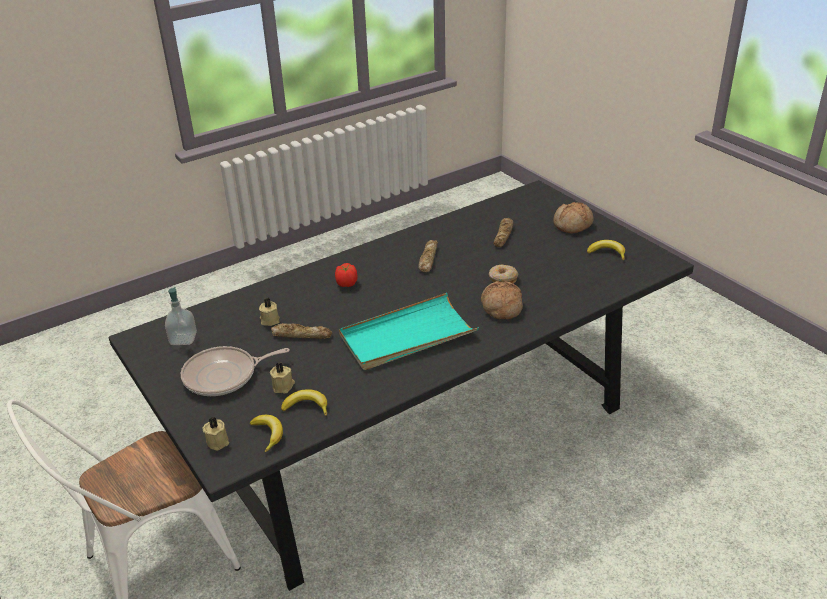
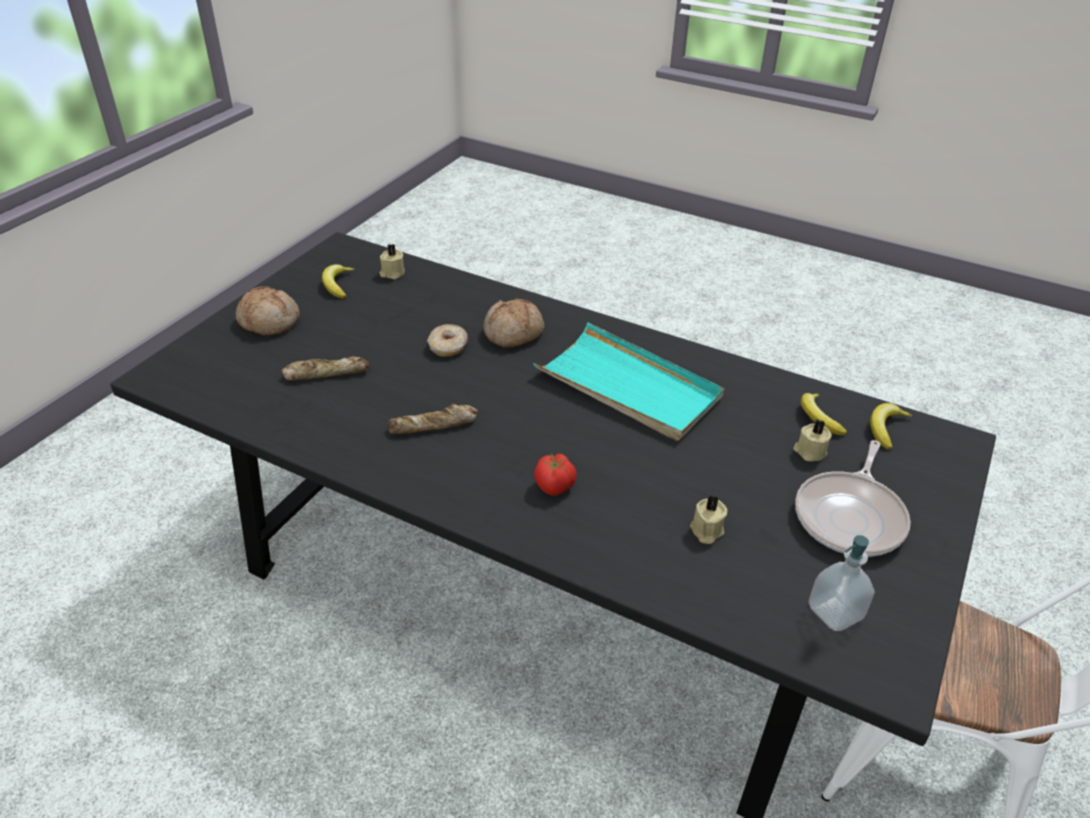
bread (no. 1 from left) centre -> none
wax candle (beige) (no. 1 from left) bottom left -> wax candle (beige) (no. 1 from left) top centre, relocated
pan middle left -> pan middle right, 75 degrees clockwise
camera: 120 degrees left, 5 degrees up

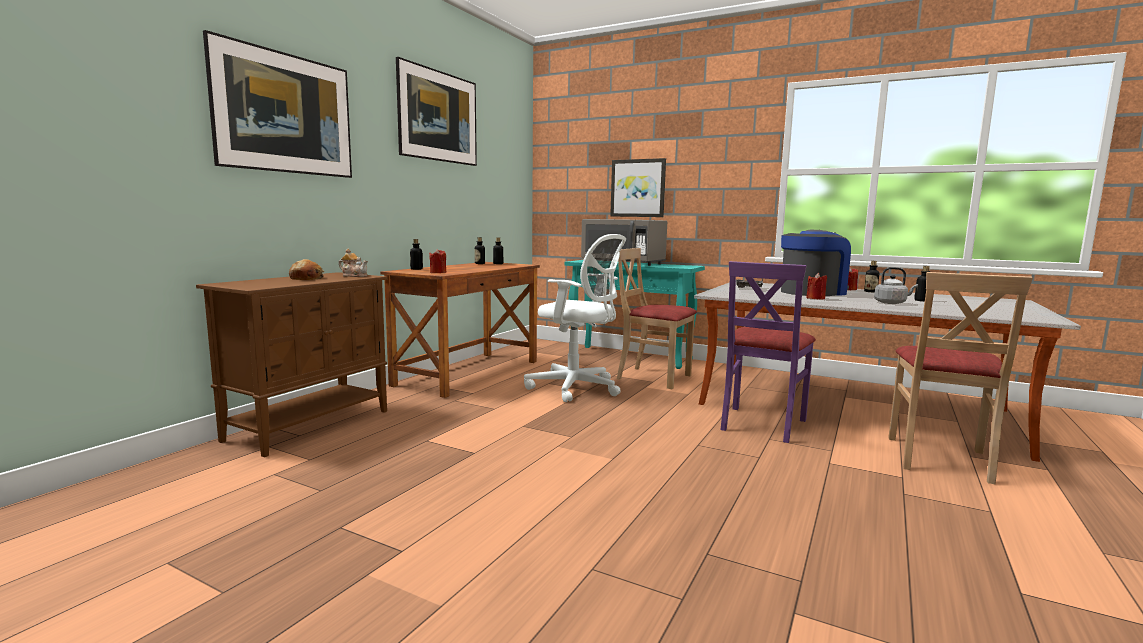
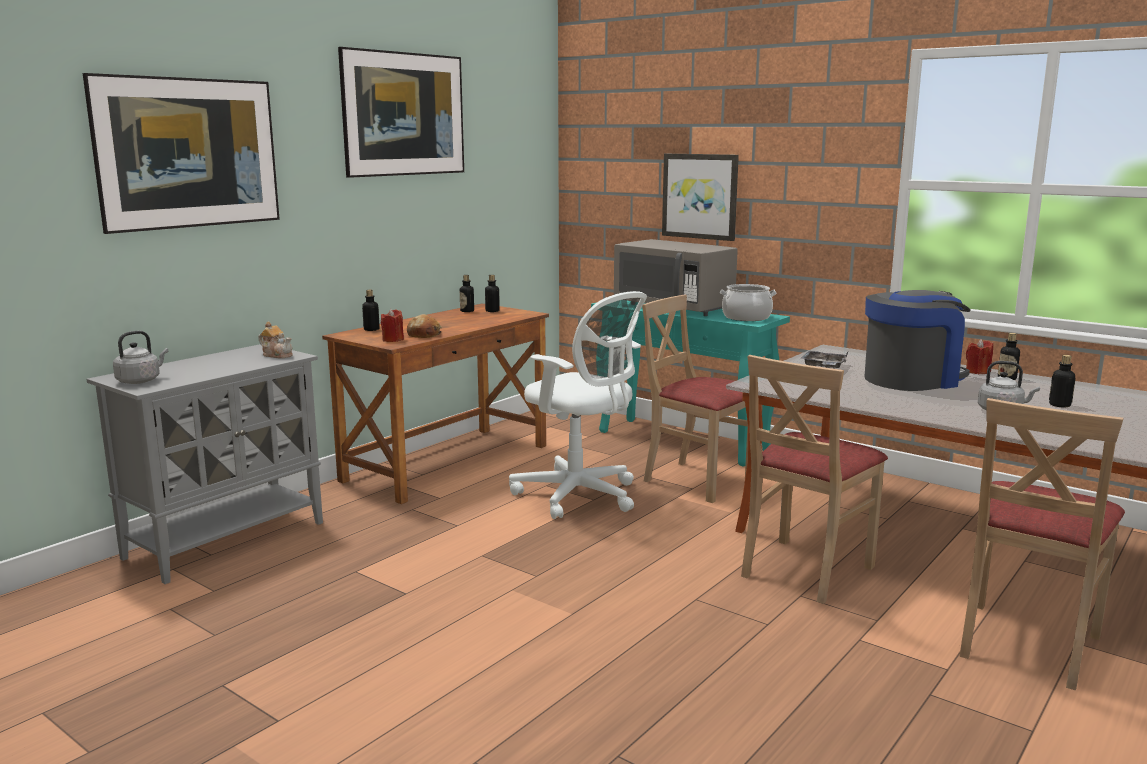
wax candle (reddish) (no. 2 from left) middle right -> none
none -> tea kettle (grey) (no. 1 from left) middle left
none -> stockpot centre
bread middle left -> bread centre, relocated
cupboard (brown-coloured) middle left -> cupboard (grey) middle left
chair (purple) middle right -> chair (beige) (no. 2 from left) middle right
camera: 10 degrees right, 5 degrees up

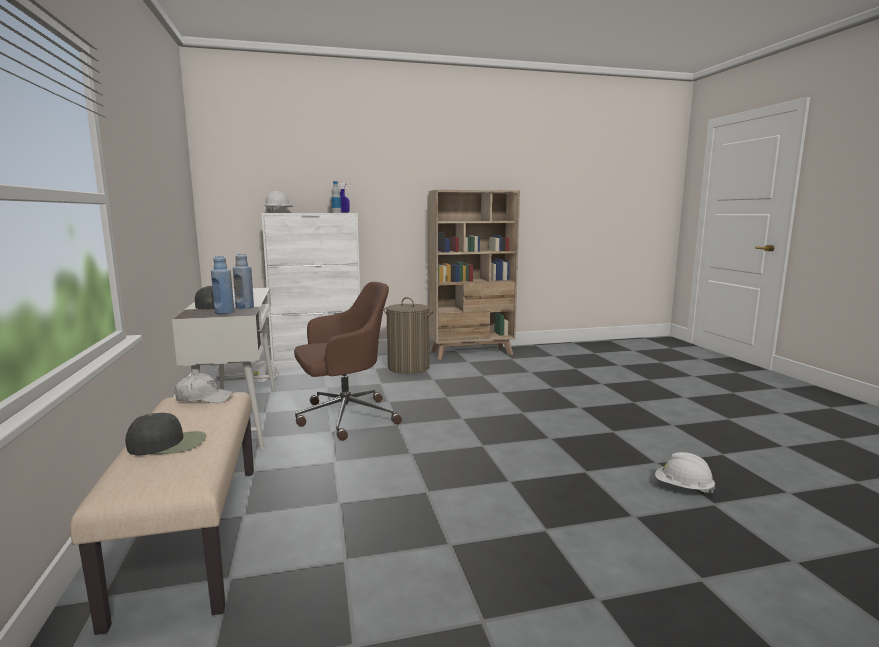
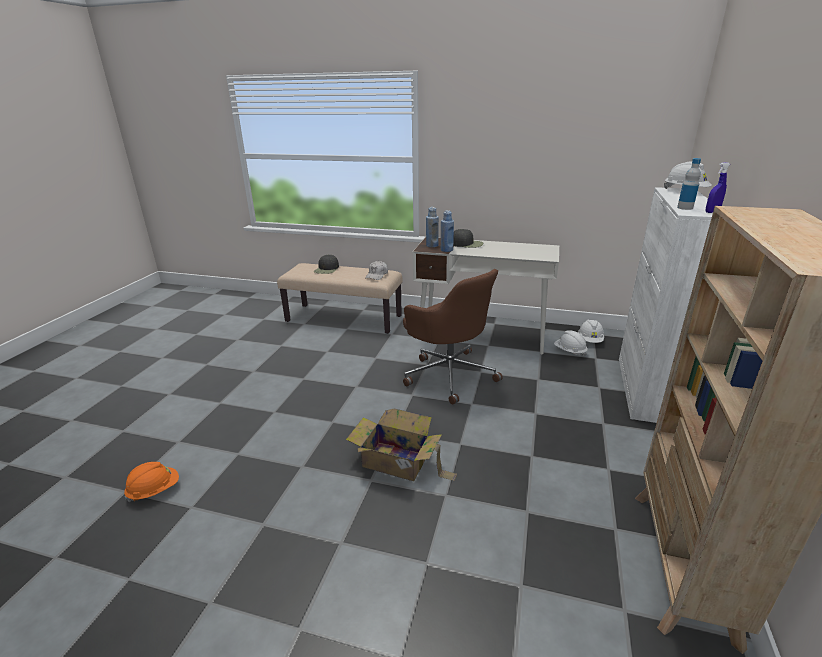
laundry basket centre -> none
none -> carton bottom centre
hard hat (white) (no. 4 from left) bottom right -> hard hat (orange) bottom left
computer chair (brown-coloured) centre, 45 degrees counterclockwise
camera: 120 degrees right, 15 degrees up

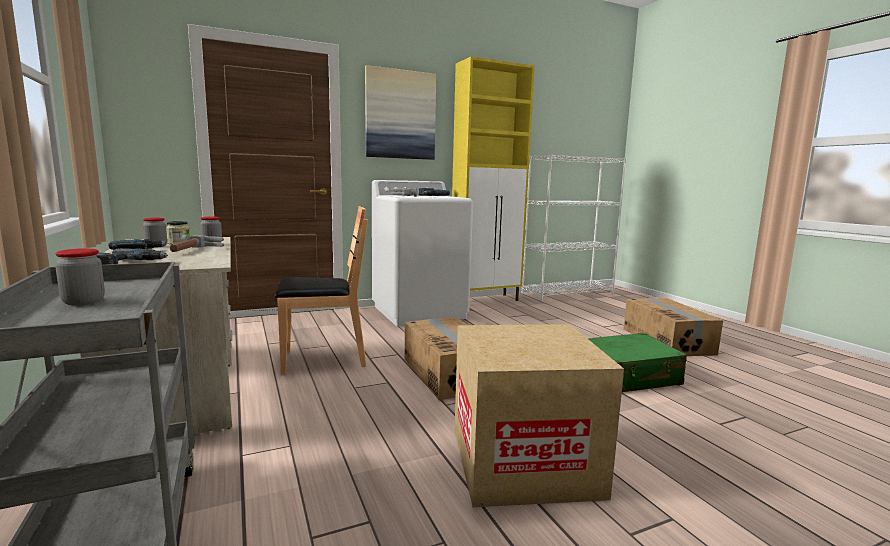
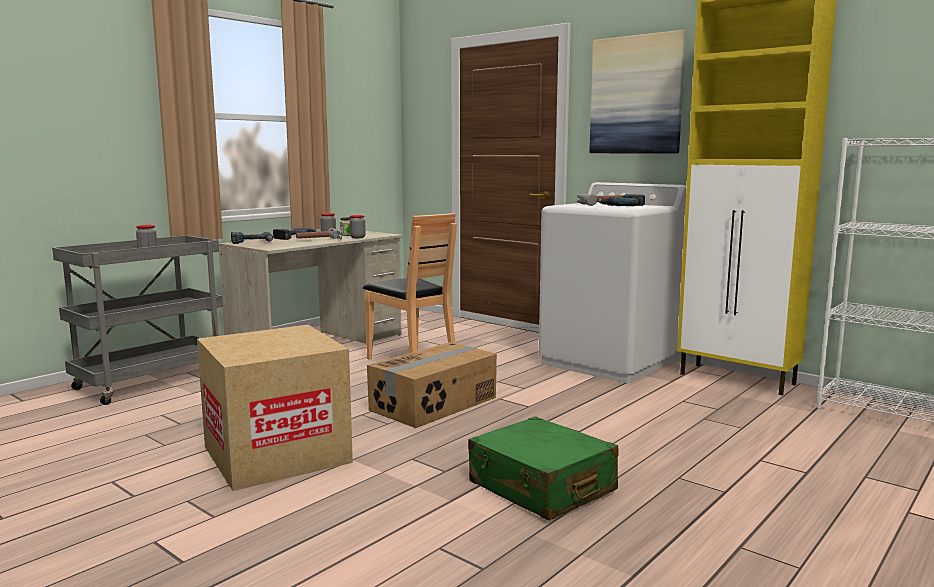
carton (no. 3 from left) middle right -> none
camera: 65 degrees right, 0 degrees up

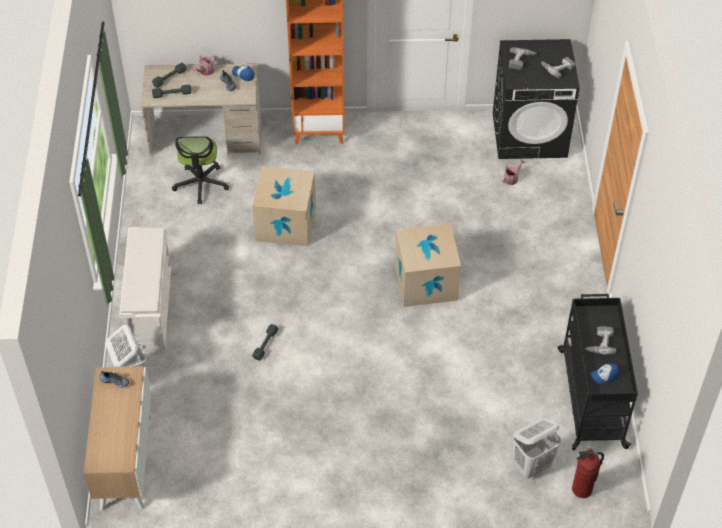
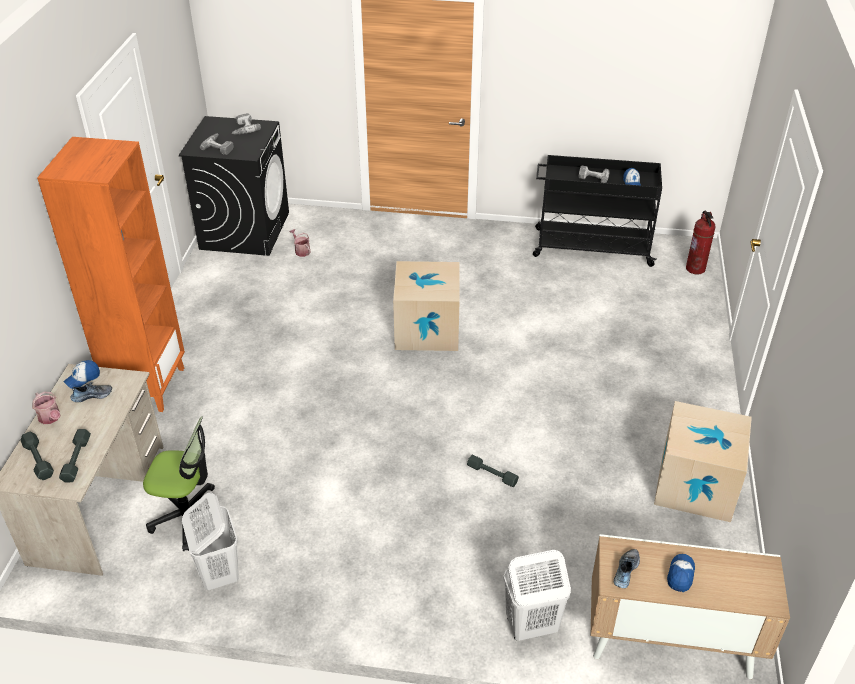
shoe stand (white) middle left -> none
none -> cap (no. 3 from left) bottom right
carton (no. 1 from left in the first image) centre -> carton (no. 2 from left) bottom right, relocated
laundry basket (white) (no. 2 from left in the first image) bottom right -> laundry basket (white) (no. 1 from left) bottom left, relocated
camera: 80 degrees left, 10 degrees down

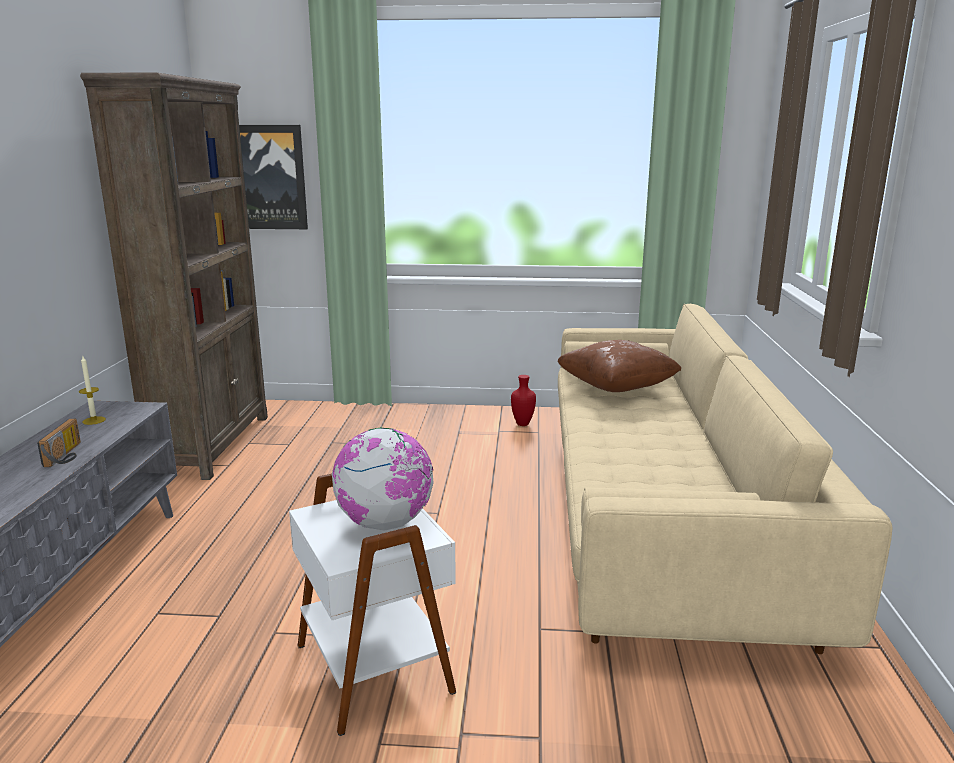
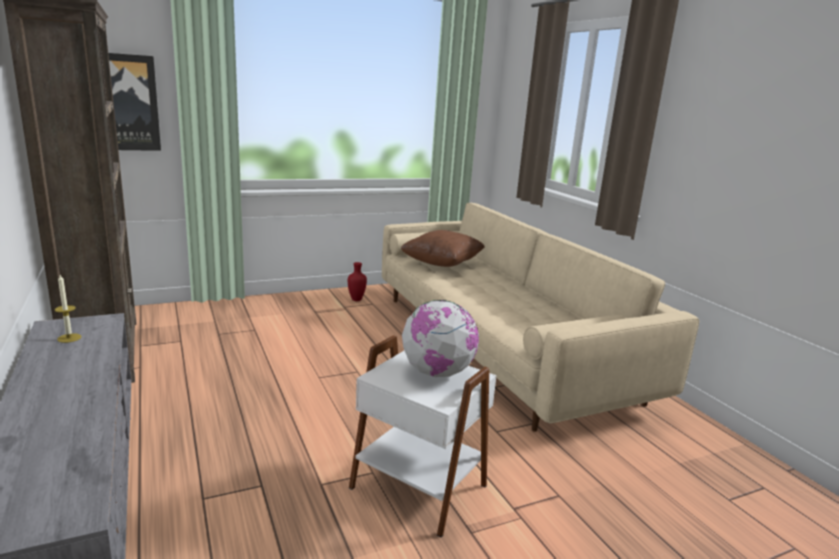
radio middle left -> none
camera: 30 degrees left, 0 degrees up

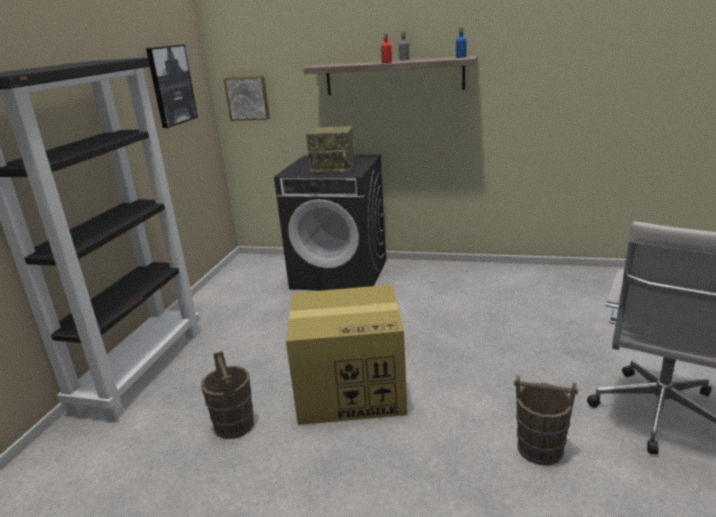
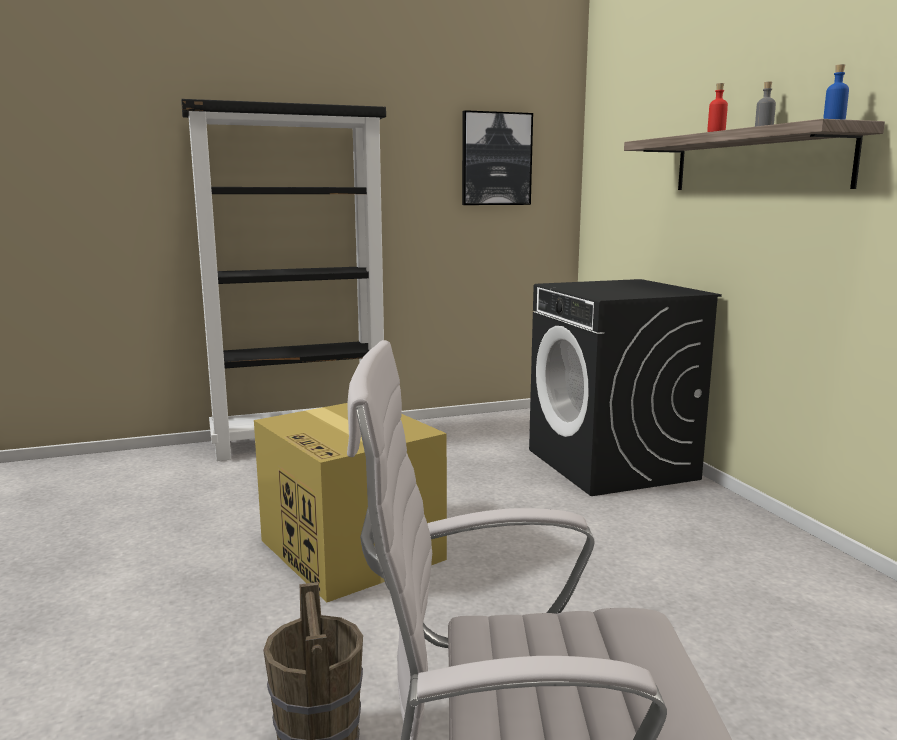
water bucket (brown-coloured) (no. 1 from left) bottom left -> none
wall picture (no. 2 from left) top centre -> none
radio top centre -> none
camera: 55 degrees right, 10 degrees down

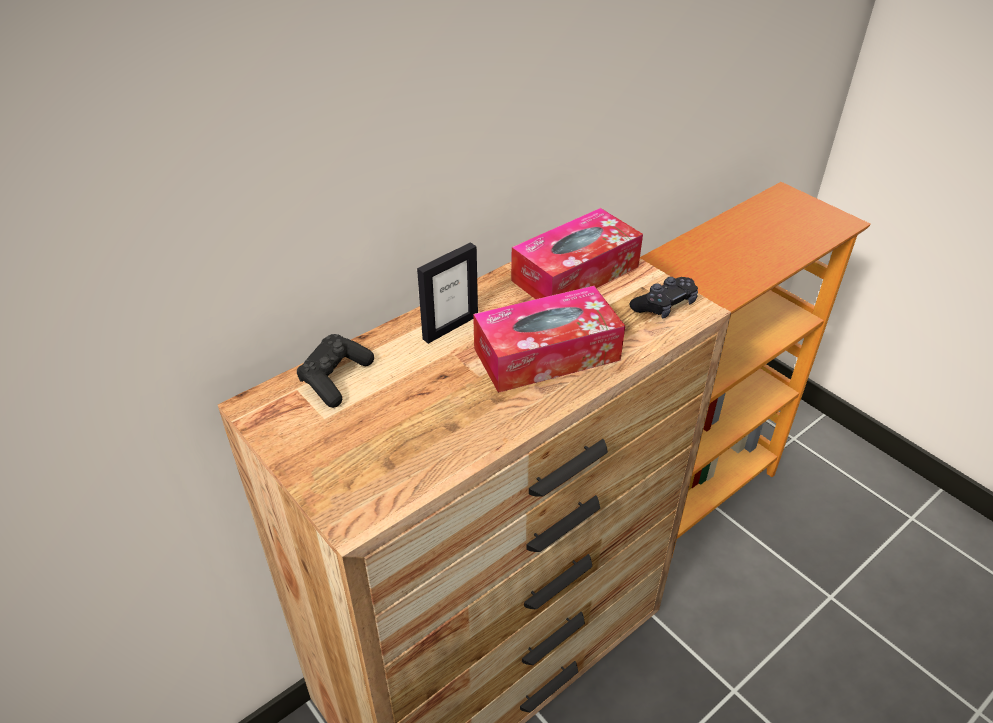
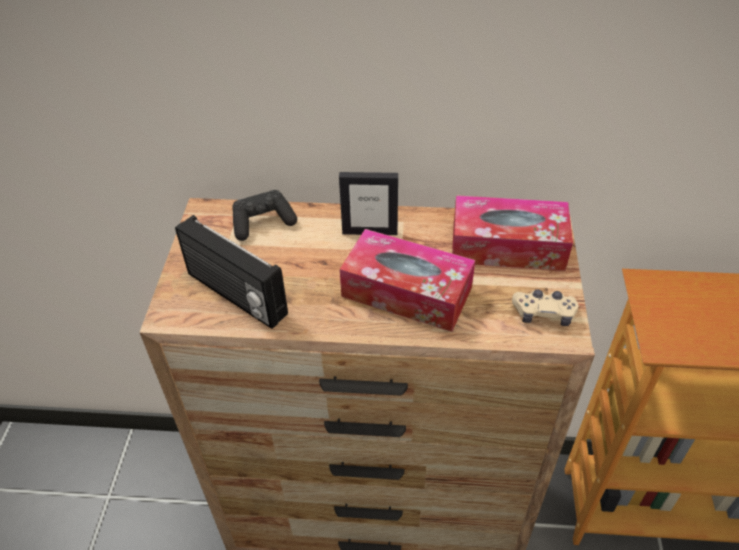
none -> radio middle left
joypad (black-coloured) (no. 2 from left) middle right -> joypad (beige) middle right
camera: 45 degrees right, 5 degrees up

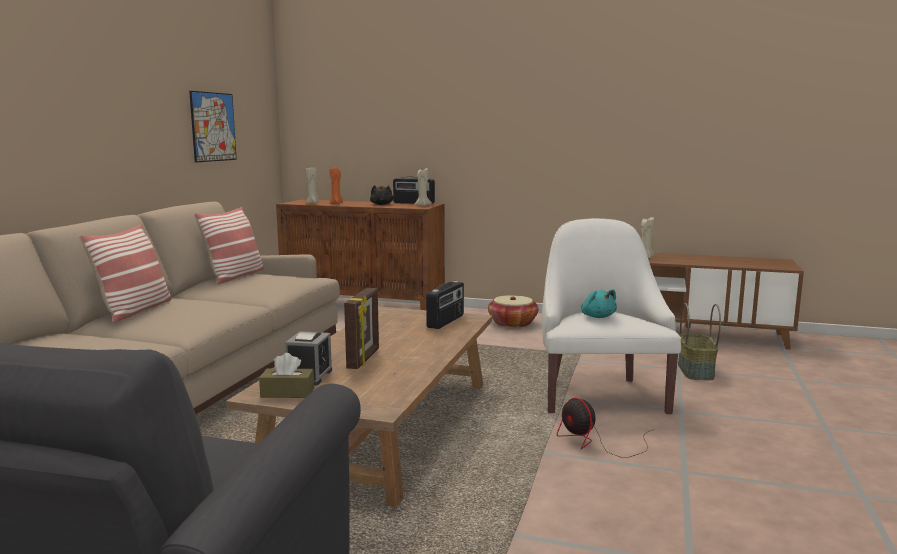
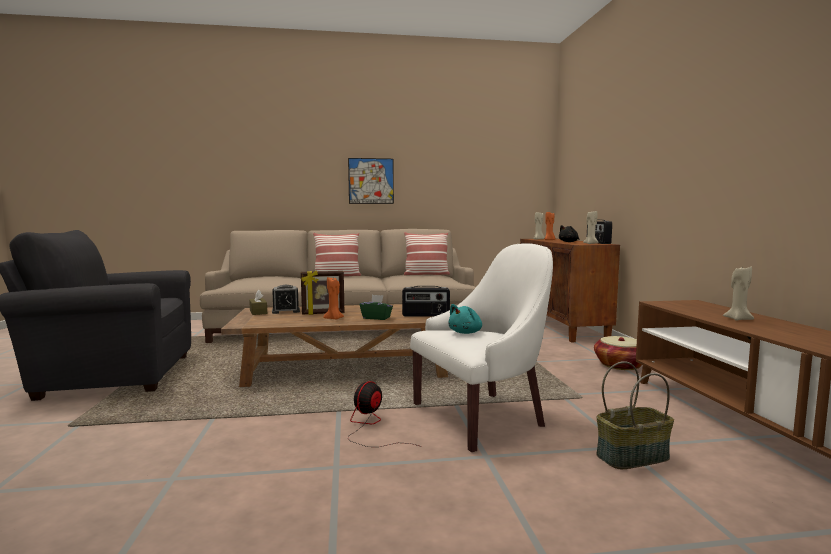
none -> wax candle (orange) (no. 1 from left) centre
none -> box of tissues (green) centre
wall picture top left -> wall picture top centre, relocated
camera: 65 degrees right, 5 degrees down

